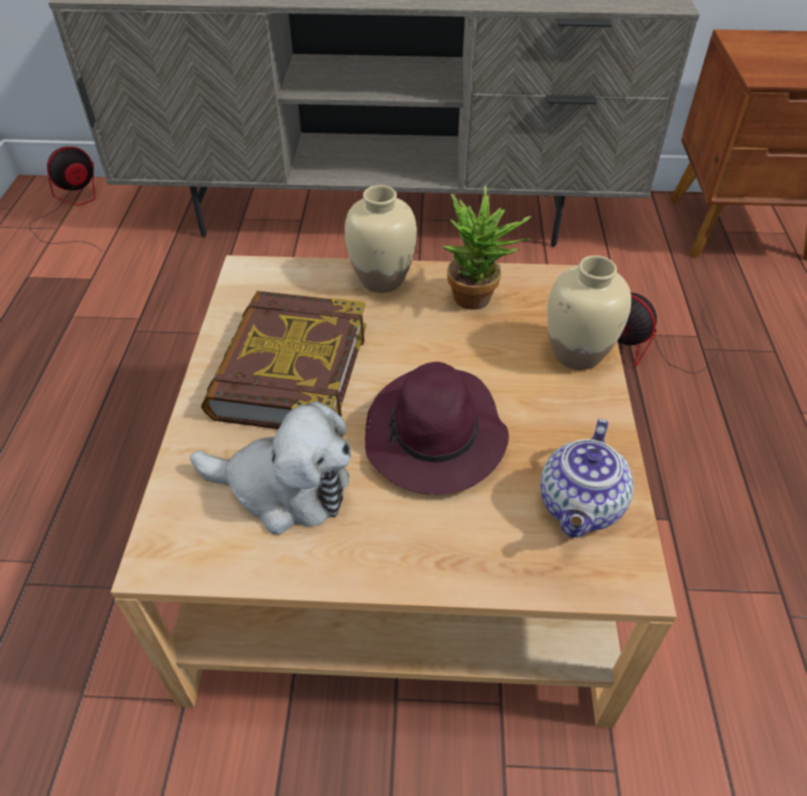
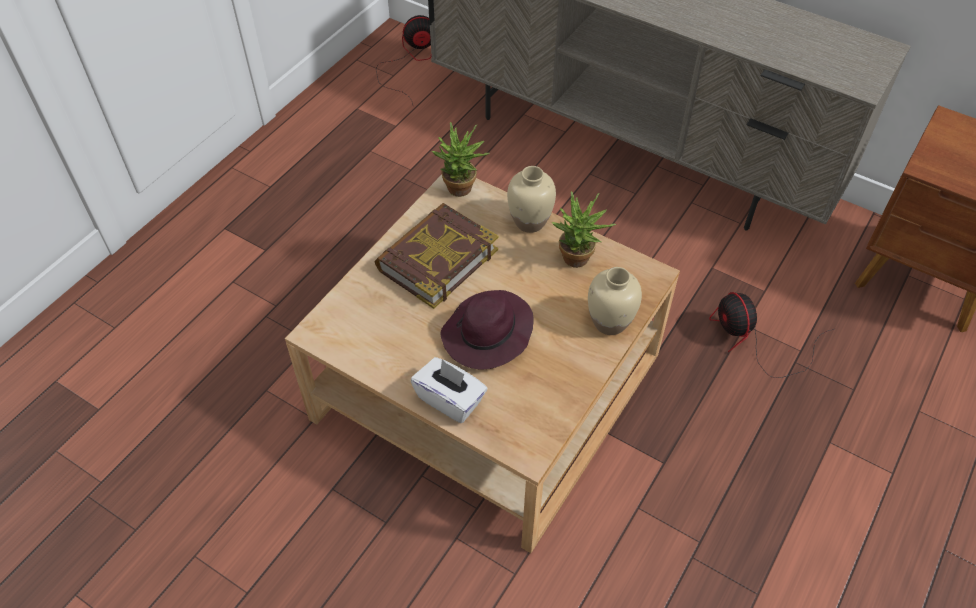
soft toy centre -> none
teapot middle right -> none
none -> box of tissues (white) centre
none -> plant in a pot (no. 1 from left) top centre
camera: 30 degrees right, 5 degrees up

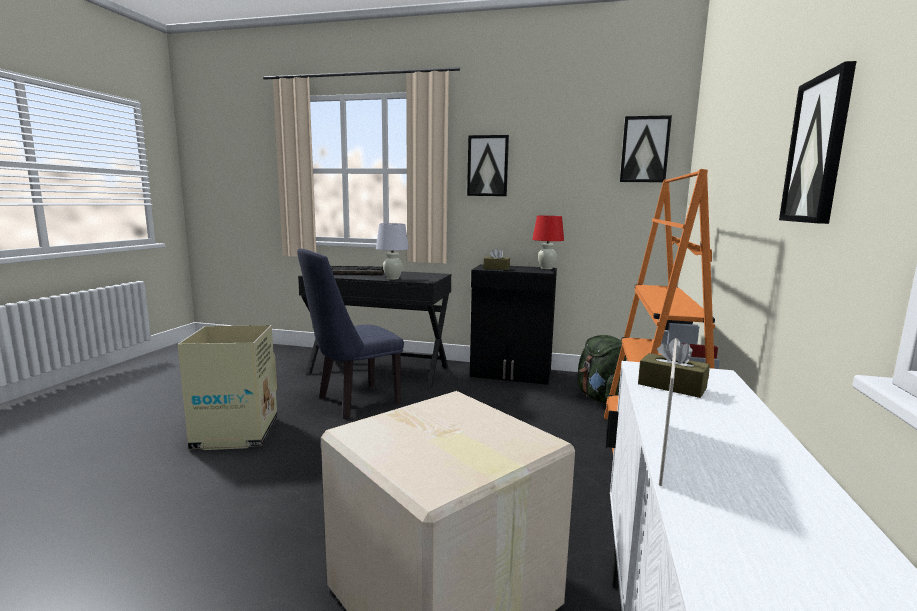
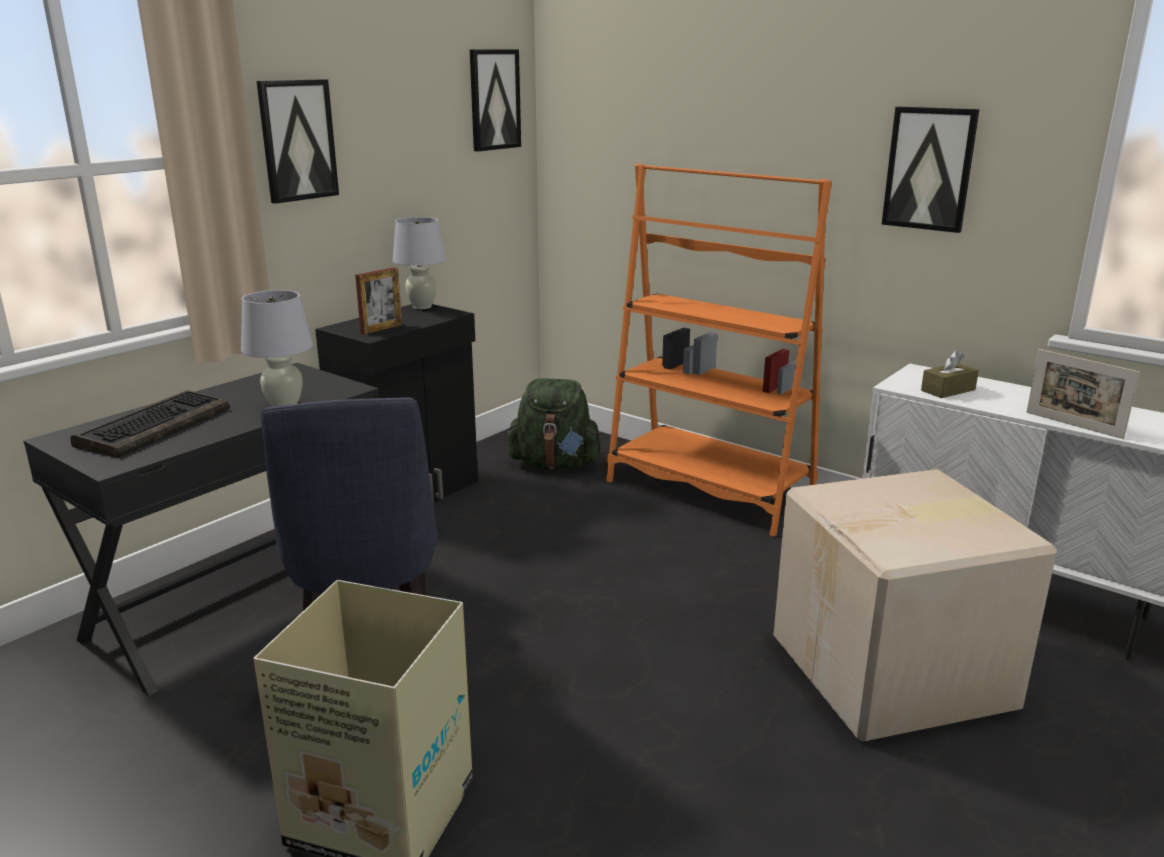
box of tissues (brown-coloured) (no. 1 from left) centre -> picture frame (no. 1 from left) middle left
table lamp (reddish) centre -> table lamp (white) (no. 2 from left) top centre
camera: 65 degrees left, 10 degrees up

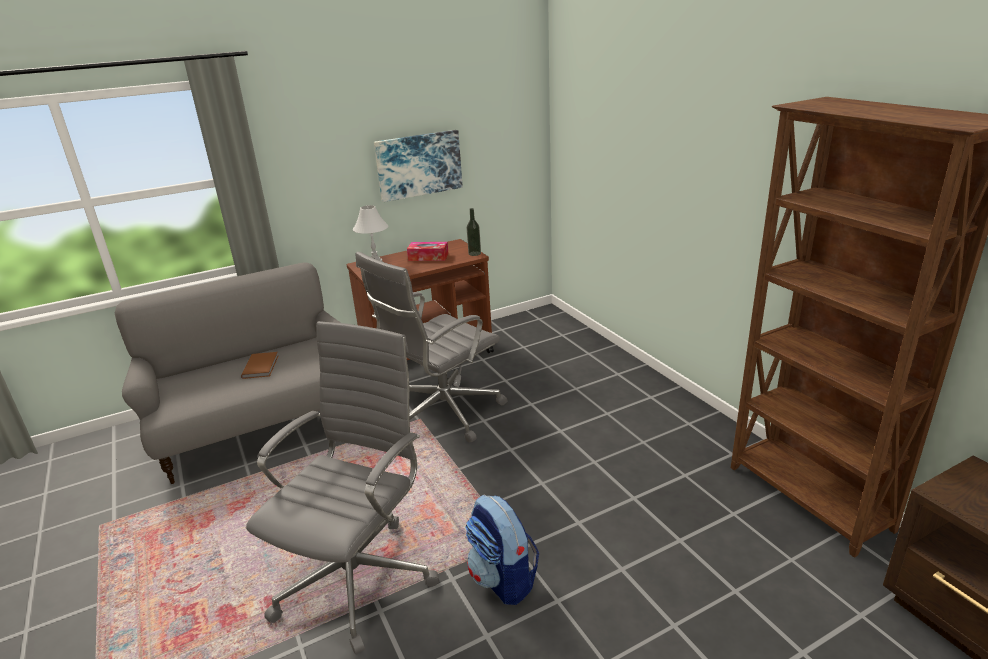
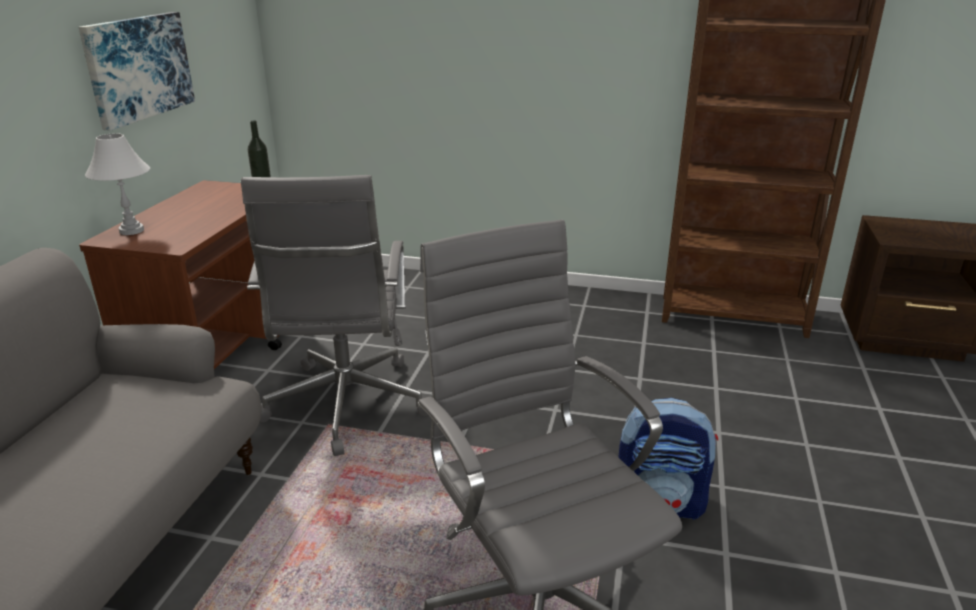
volume (brown-coloured) middle left -> none
box of tissues centre -> none
camera: 50 degrees left, 0 degrees up

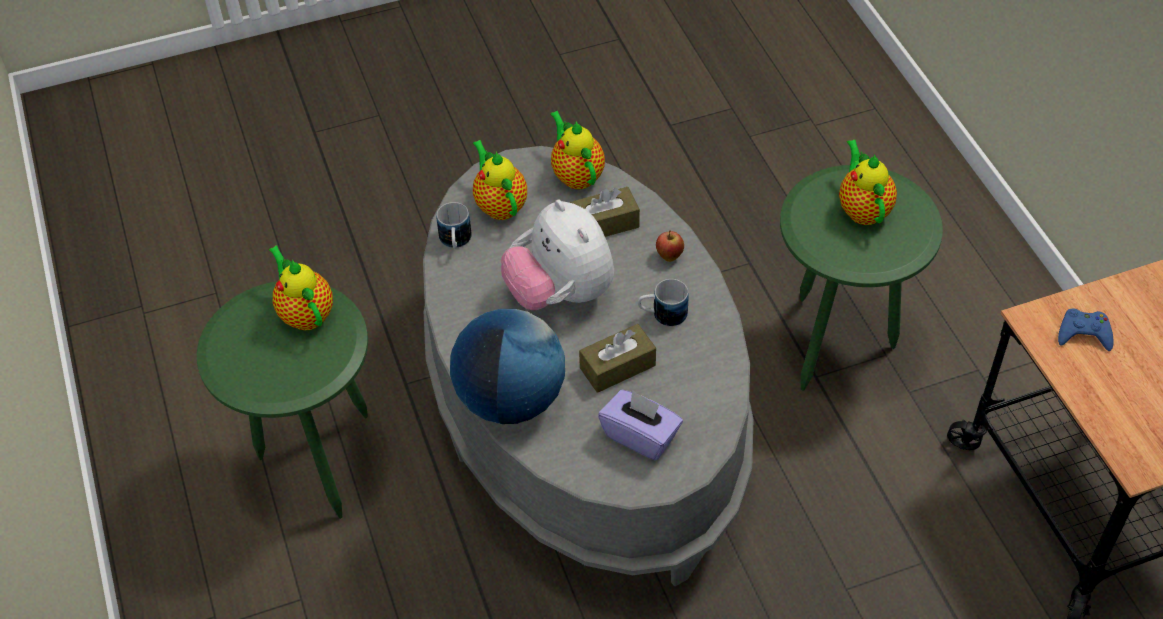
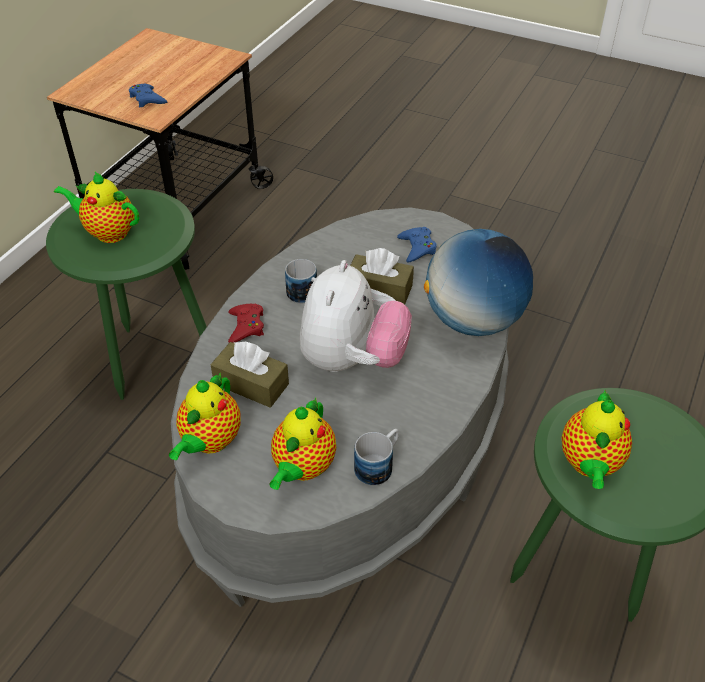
box of tissues (purple) bottom centre -> joypad (blue-coloured) (no. 2 from left) centre
apple fruit centre -> joypad (reddish) centre
teapot (no. 4 from left in the first image) top right -> teapot (no. 1 from left) top left, 75 degrees clockwise
camera: 135 degrees left, 5 degrees down

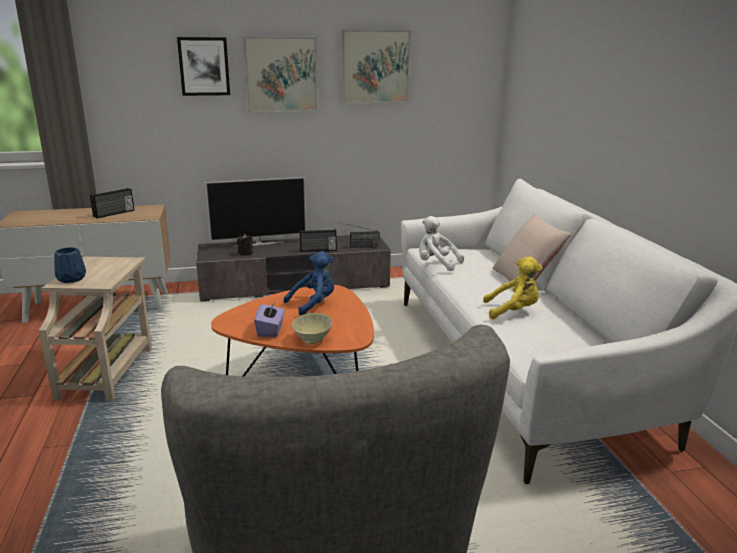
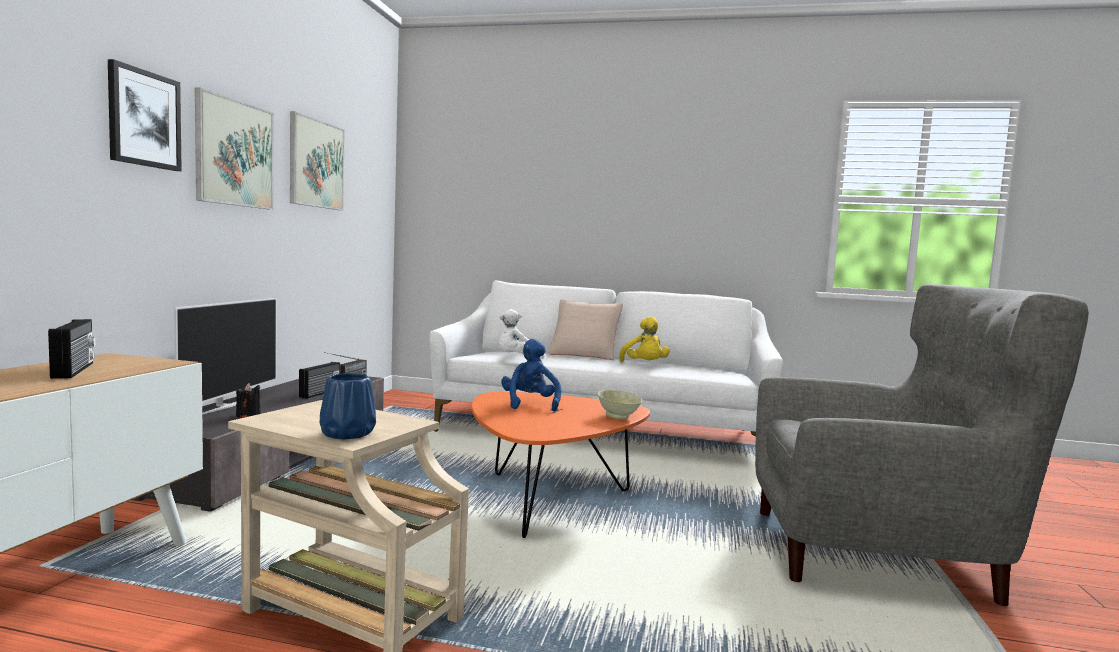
box of tissues (purple) centre -> none
soft toy (yellowish) middle right -> soft toy (yellowish) centre, 135 degrees clockwise
camera: 65 degrees left, 15 degrees down

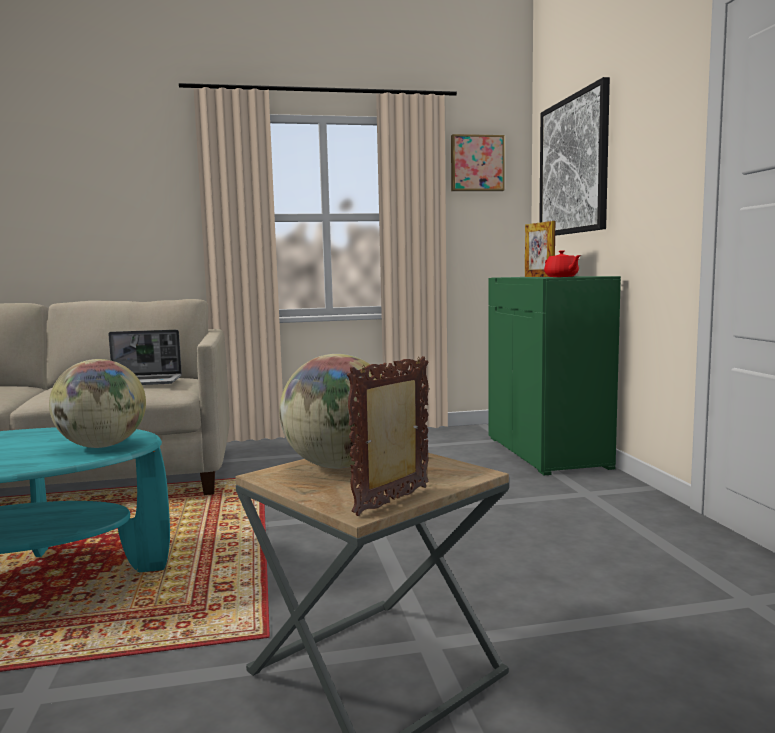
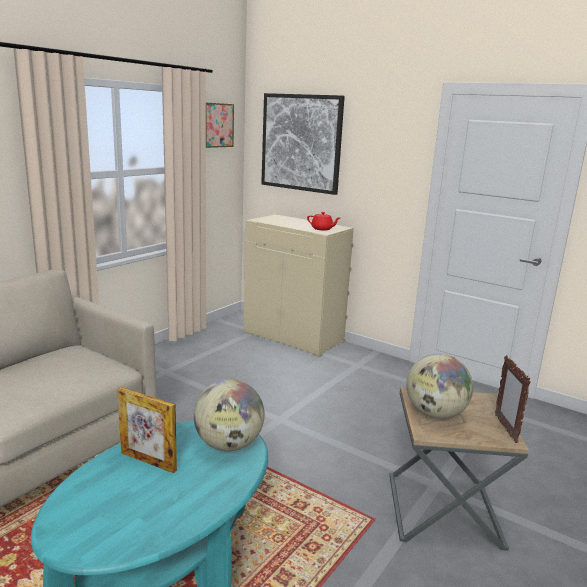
notebook computer middle left -> none
picture frame (no. 2 from left in the first image) middle right -> picture frame (no. 1 from left) bottom left, relocated
cupboard (green) middle right -> cupboard (beige) centre
camera: 45 degrees left, 10 degrees up

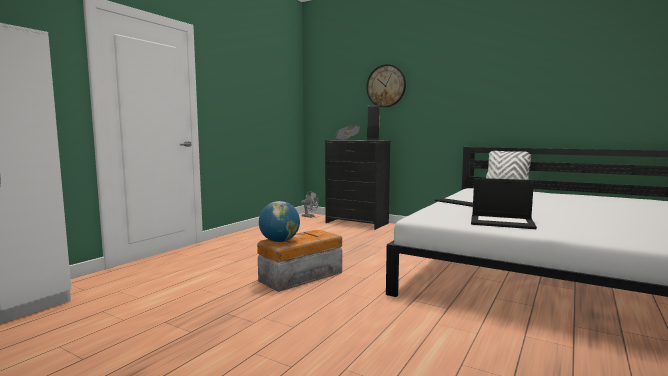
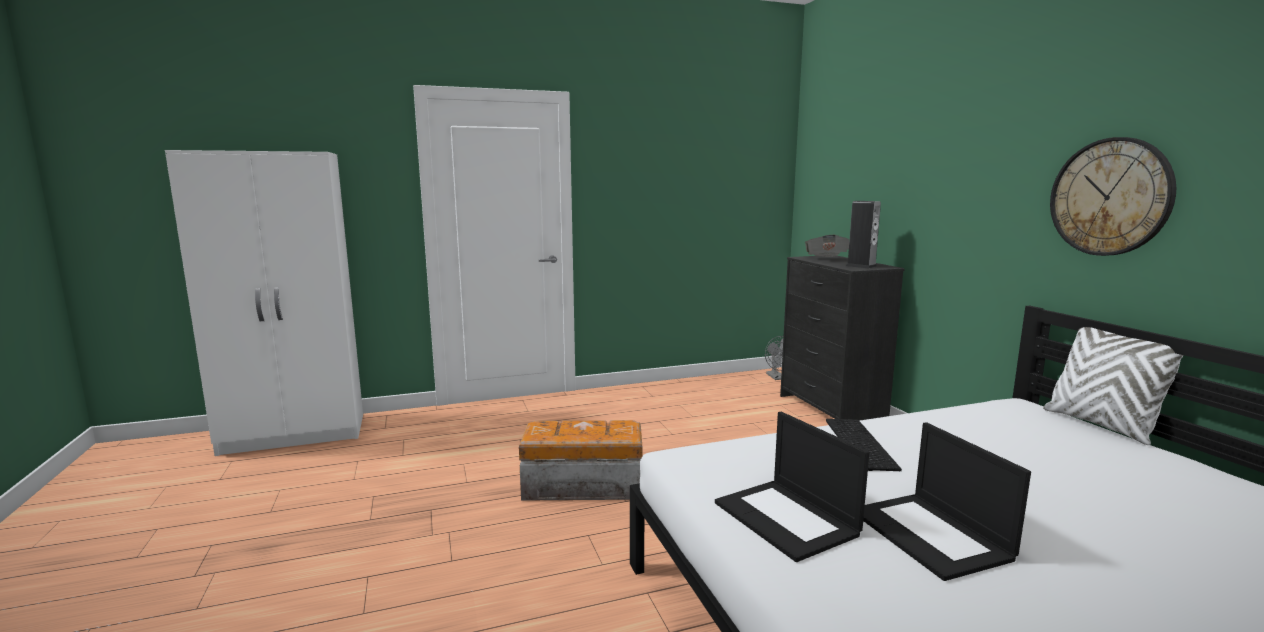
globe centre -> none
none -> notebook computer (no. 2 from left) bottom right
wall clock top centre -> wall clock top right, relocated
camera: 40 degrees right, 5 degrees up

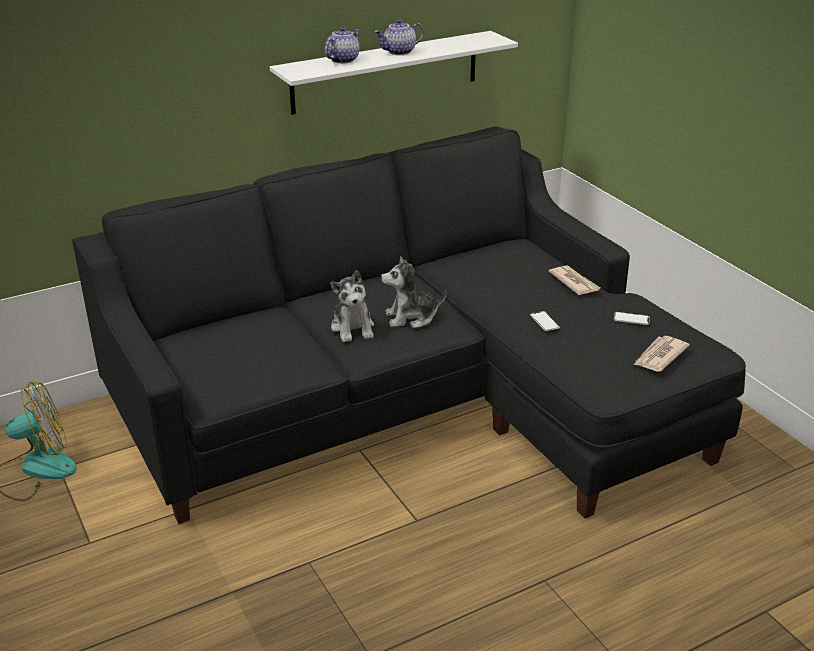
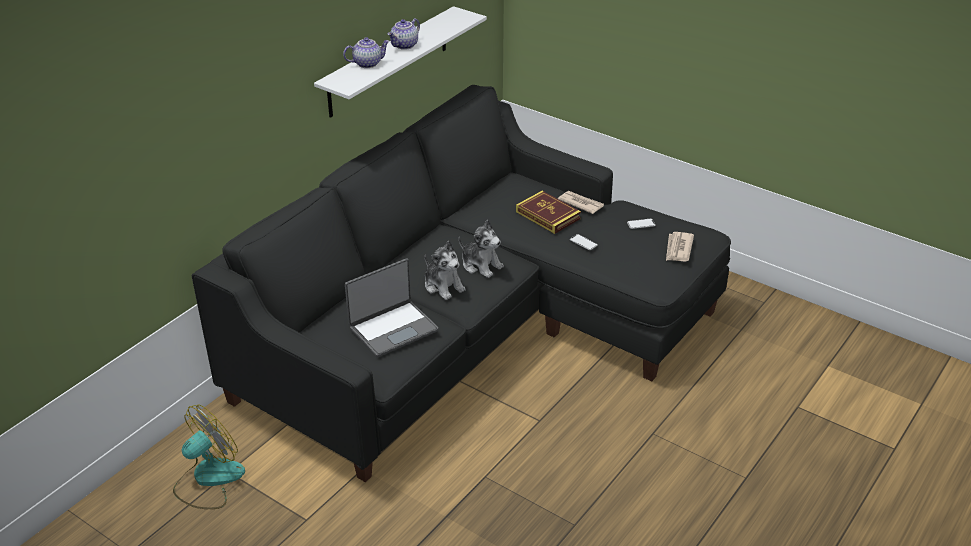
none -> notebook computer centre
none -> volume centre
teapot (no. 1 from left) top centre, 60 degrees clockwise
soft toy (no. 2 from left) centre, 105 degrees counterclockwise
camera: 25 degrees left, 5 degrees up

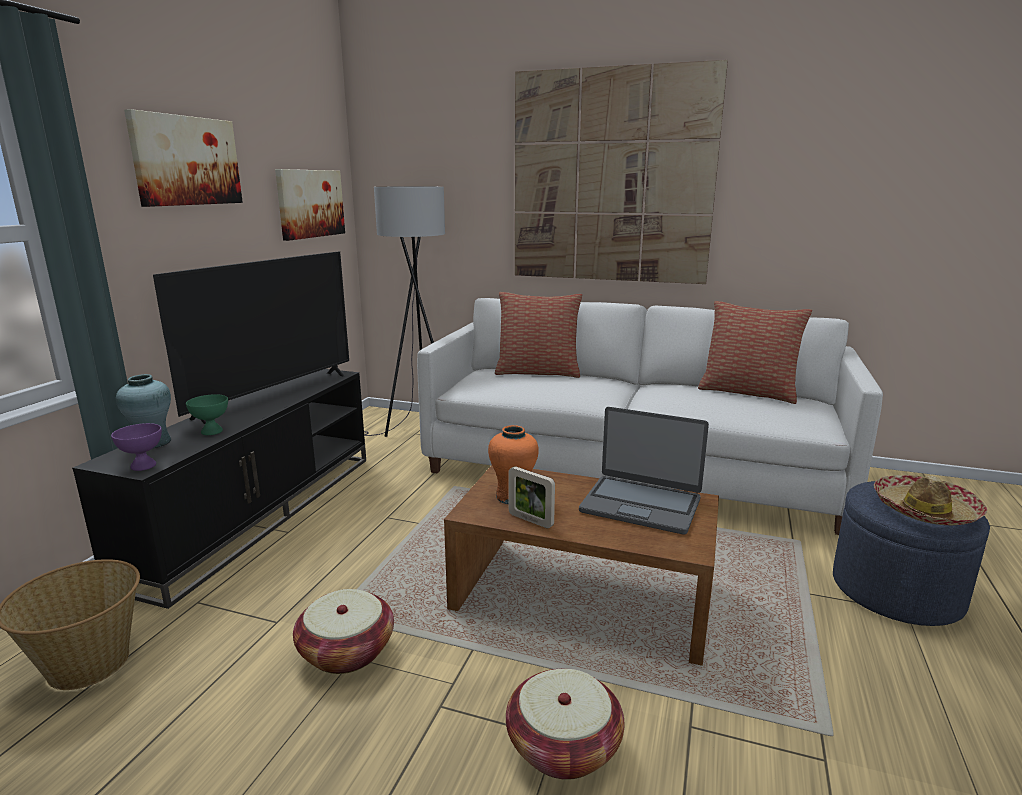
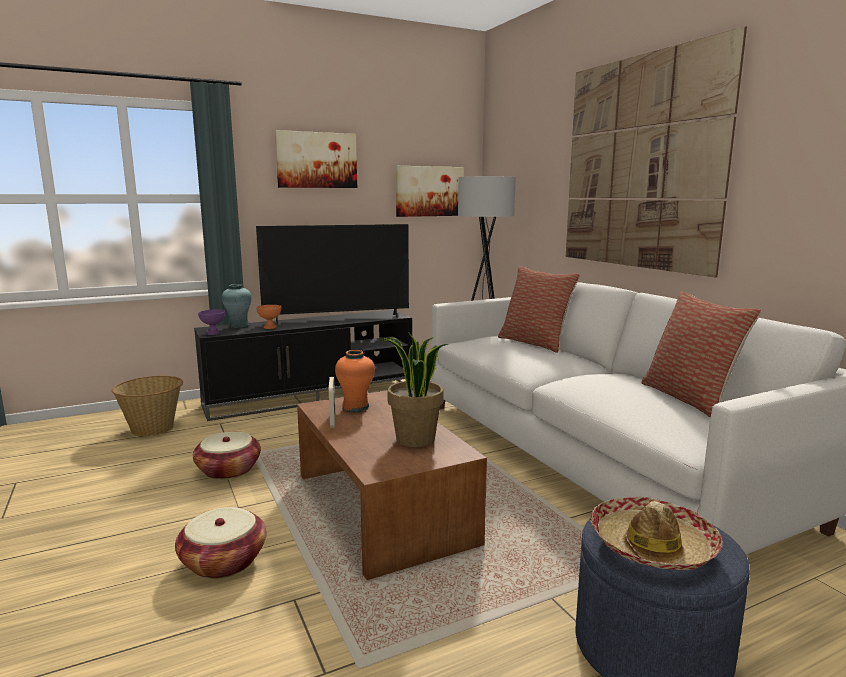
notebook computer centre -> plant in a pot centre
bowl (green) middle left -> bowl (orange) middle left
camera: 45 degrees right, 5 degrees down

